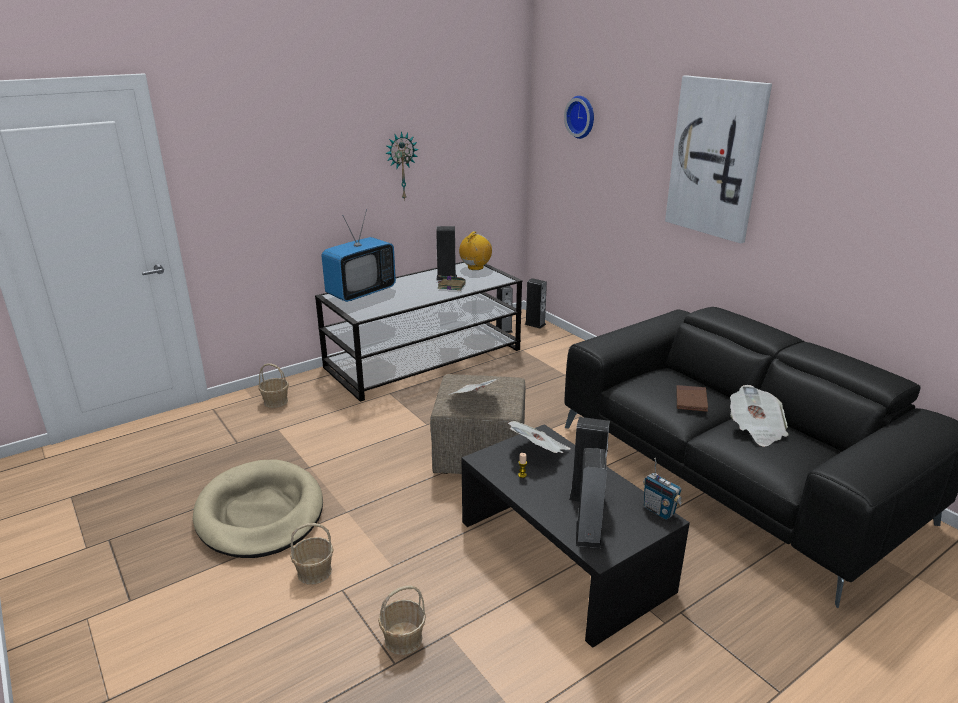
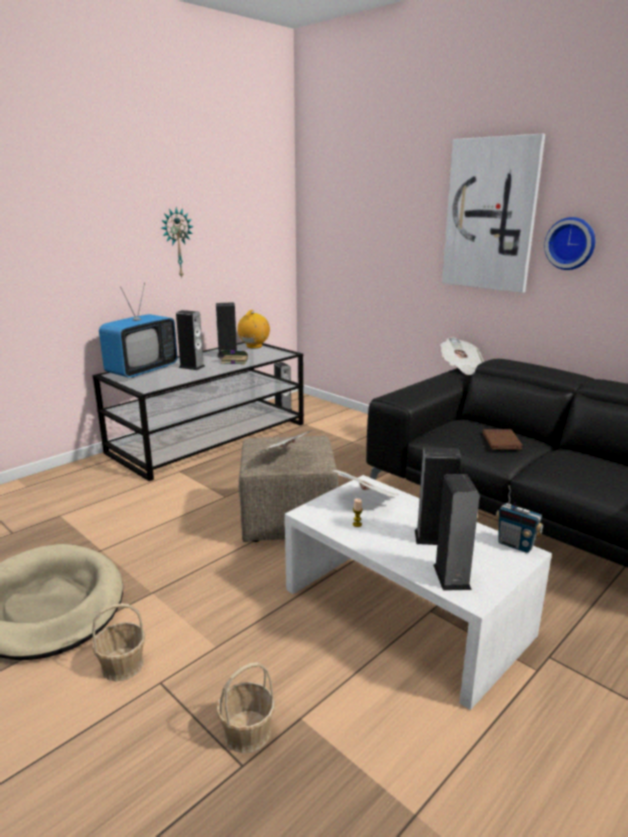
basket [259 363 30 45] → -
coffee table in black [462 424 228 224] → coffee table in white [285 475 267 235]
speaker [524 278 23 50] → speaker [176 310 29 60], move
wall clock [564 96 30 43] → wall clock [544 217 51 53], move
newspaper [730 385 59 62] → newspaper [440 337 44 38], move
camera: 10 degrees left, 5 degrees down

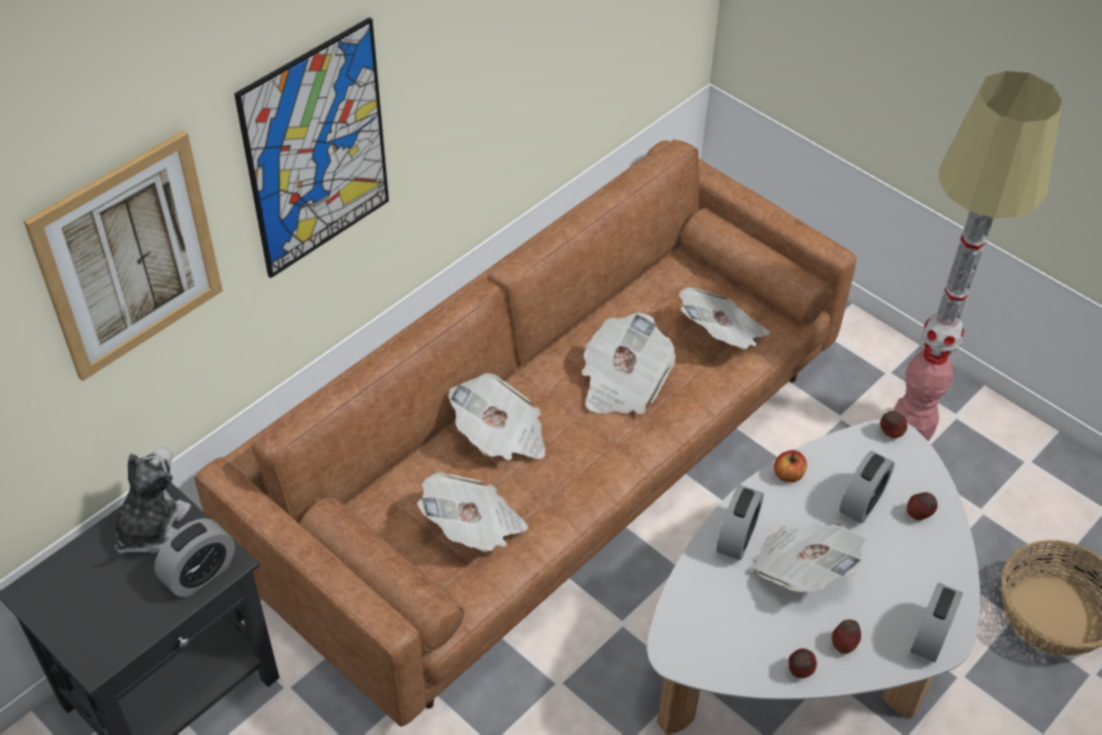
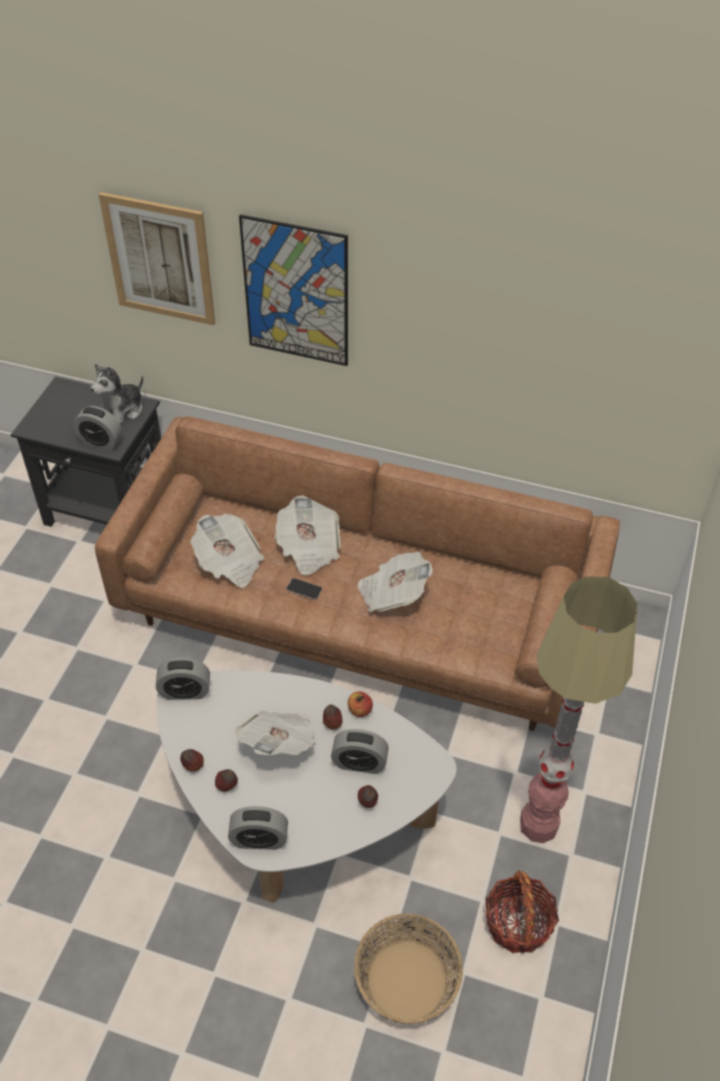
plush toy [115 447 76 107] → plush toy [90 364 53 60], 135 degrees clockwise
newspaper [679 287 91 63] → -
alarm clock [716 485 48 75] → alarm clock [156 658 54 42], move
apple [880 411 27 27] → apple [323 705 20 25], move
- → phone [286 578 36 22]
- → basket [485 871 74 82]
camera: 65 degrees right, 0 degrees up

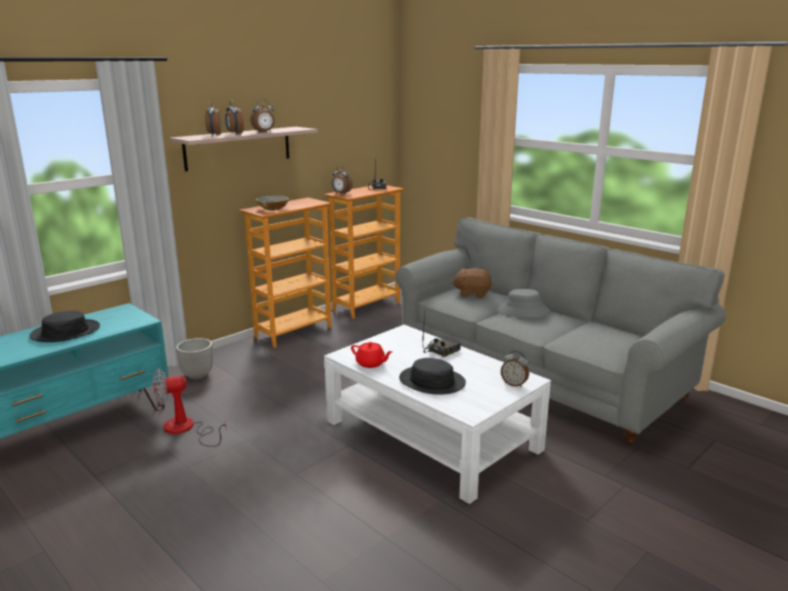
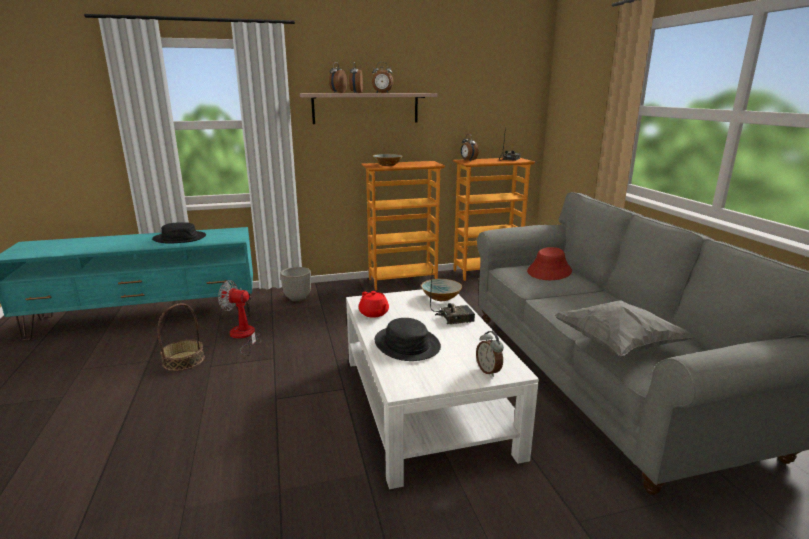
plush toy in brown [452 268 40 30] → hat in red [527 247 45 33]
hat in grey [498 289 52 29] → -
- → basket [158 303 47 68]
- → bowl [421 279 41 22]
- → pillow in grey [554 300 141 57]
camera: 30 degrees right, 0 degrees up

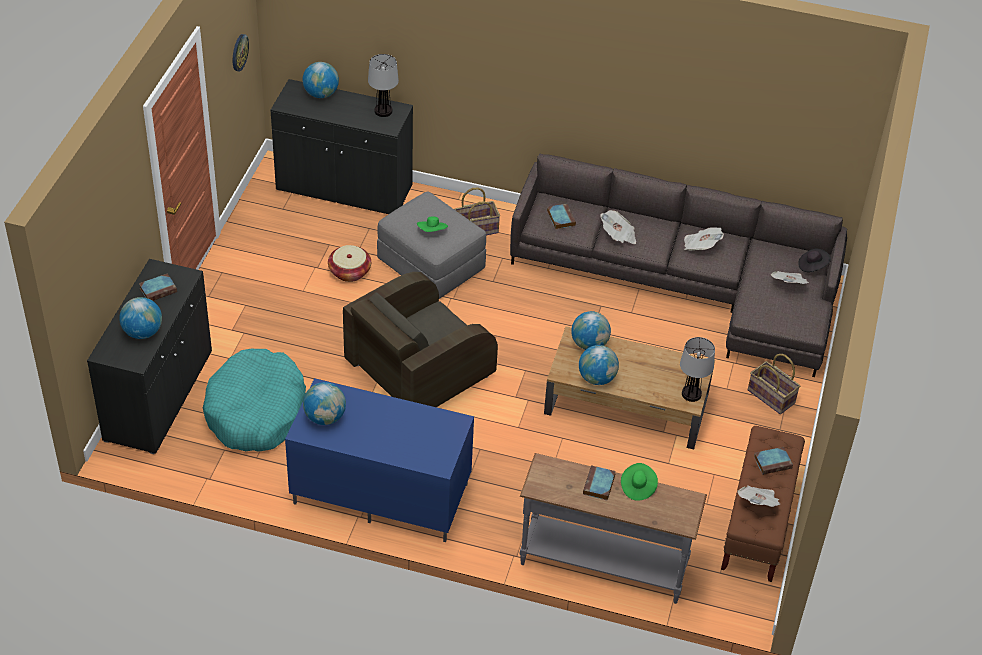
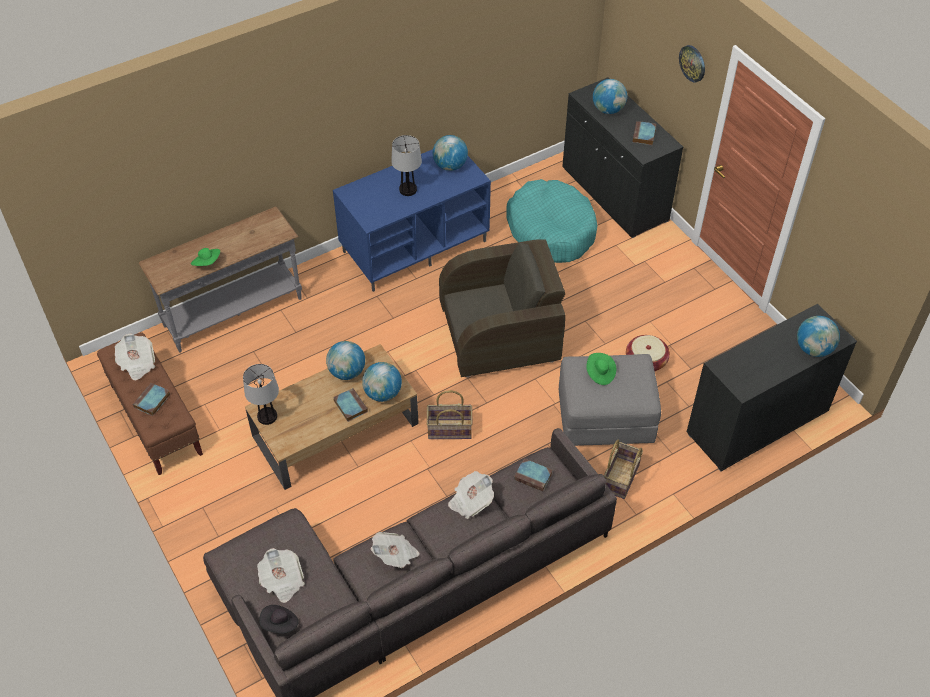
wall clock [233 34 16 37] → wall clock [679 45 26 37], move
armchair in brown [343 272 155 135] → armchair in brown [439 240 127 137], 75 degrees clockwise
table lamp [368 54 31 63] → table lamp [391 135 31 61], move
book [583 465 33 35] → book [333 388 35 34], move
basket [748 354 52 60] → basket [427 390 45 49], move
camera: 135 degrees right, 5 degrees up

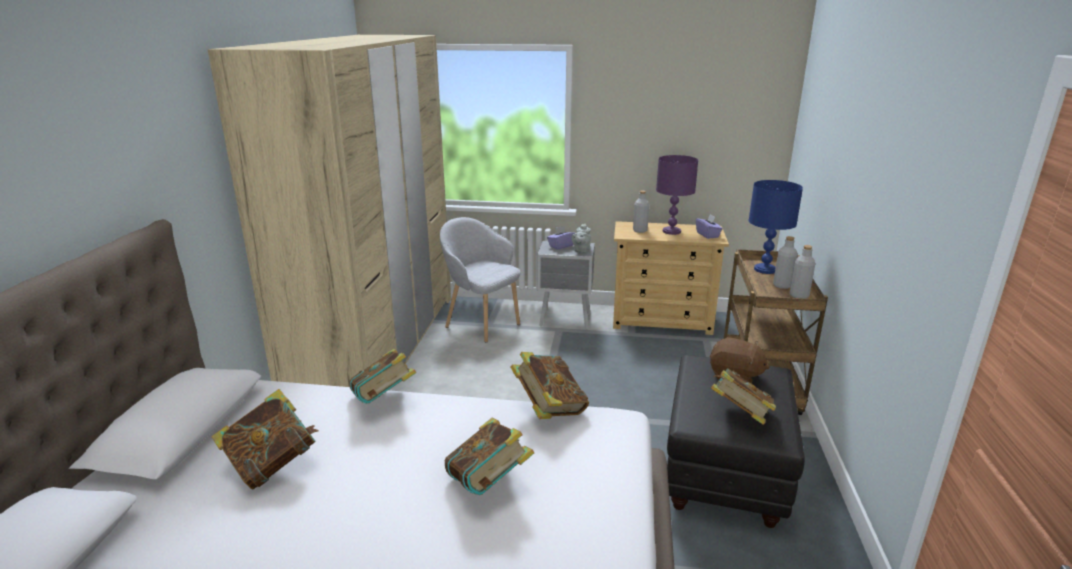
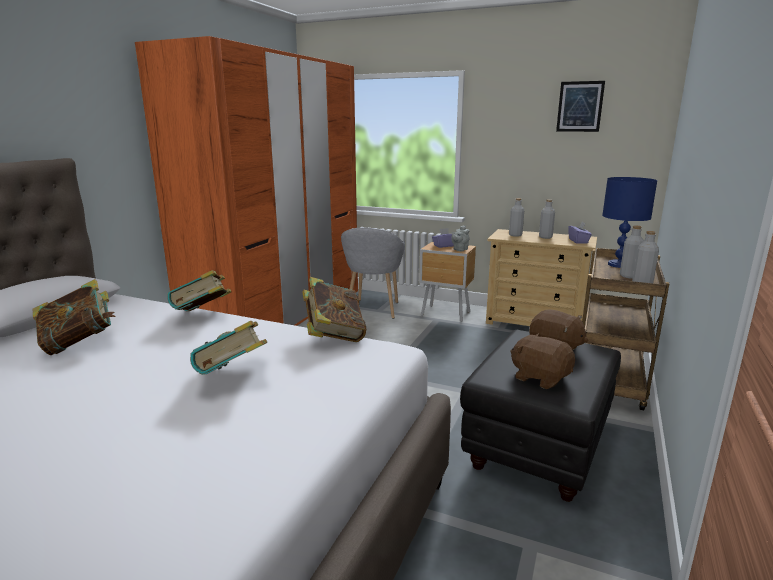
wardrobe in beige [208 35 243 352] → wardrobe in orange [135 36 223 290]
armchair in grey [440 217 80 125] → armchair in grey [341 228 64 91], 135 degrees counterclockwise
nightstand in grey [537 241 58 89] → nightstand in brown [419 242 57 80]
table lamp in purple [656 155 42 80] → bottle in grey [539 199 16 40]
book [711 368 65 57] → plush toy in brown [511 333 64 56]
- → picture [556 81 49 51]
camera: 15 degrees right, 5 degrees down

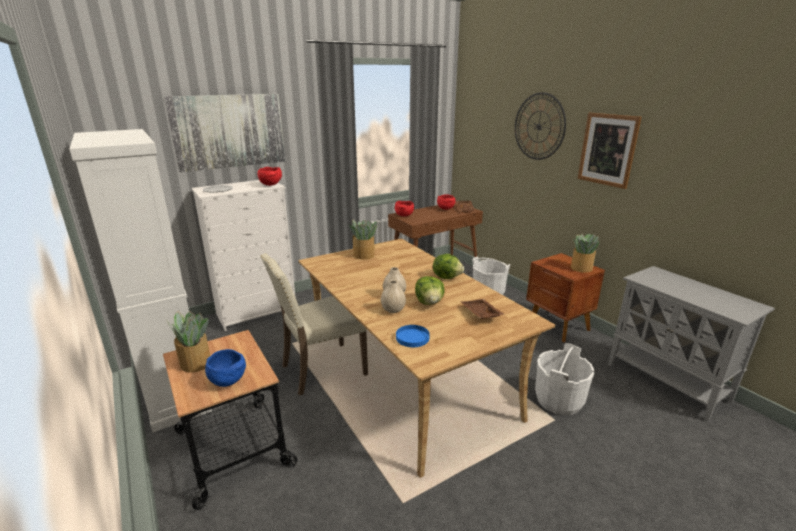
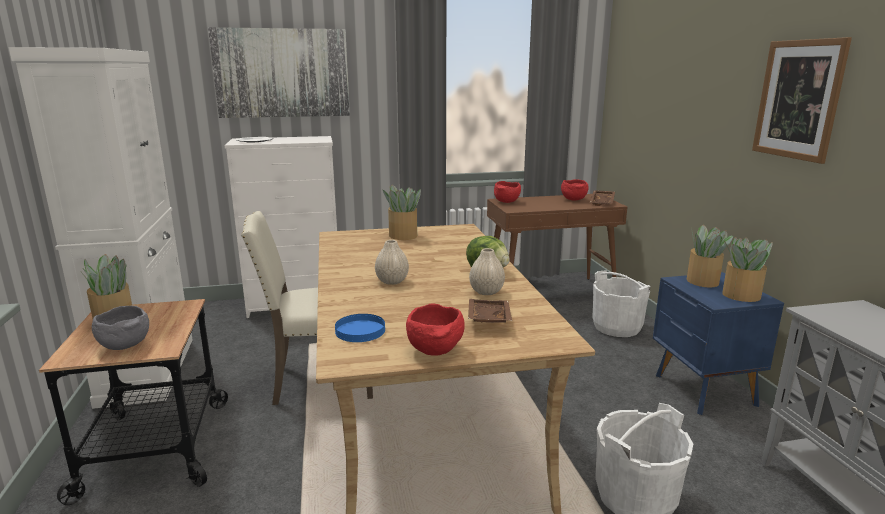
bowl in blue [205 349 41 38] → bowl in grey [92 306 57 44]
bowl in red [257 167 25 19] → bowl in red [406 304 59 52], move
vase in beige [381 280 25 33] → vase in beige [469 248 36 47], move
lettuce [415 276 30 29] → -
wall clock [515 92 51 68] → -
nightstand in brown [526 253 79 89] → nightstand in blue [653 272 131 143]
- → potted plant [687 225 46 63]
camera: 20 degrees right, 5 degrees down

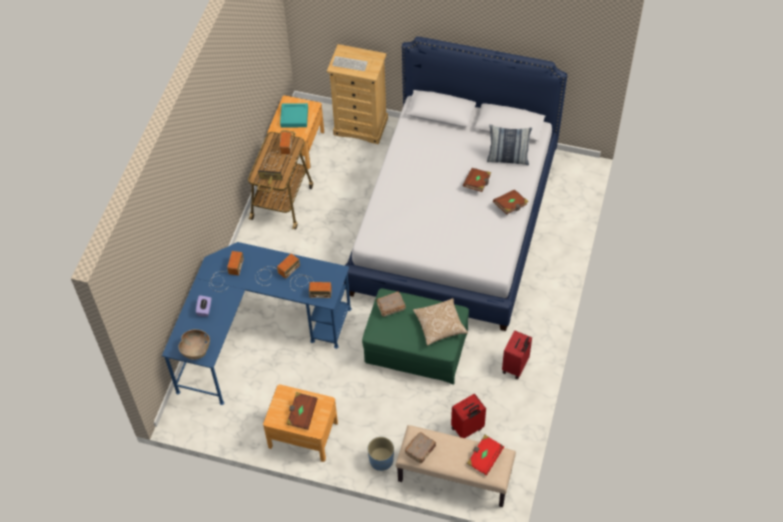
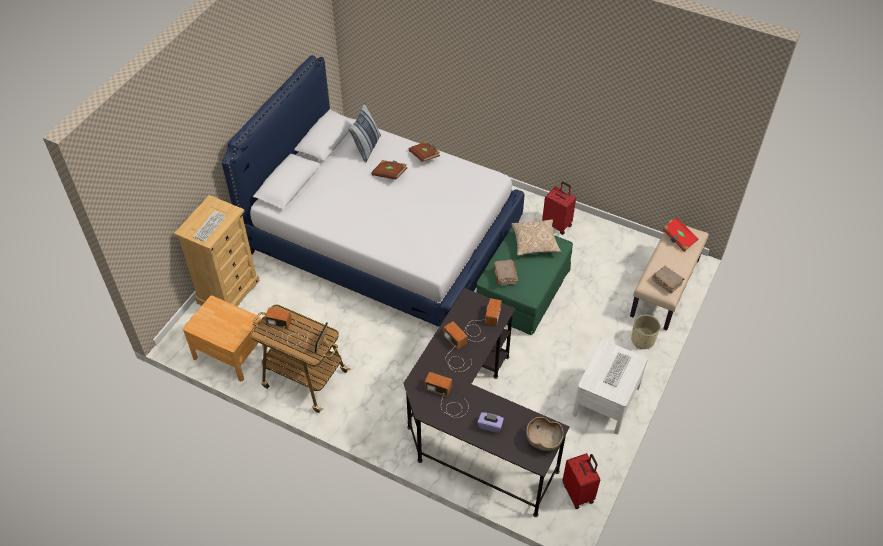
desk in blue [162 242 190 163] → desk in black [403 288 167 229]
nightstand in brown [263 384 75 78] → nightstand in white [573 340 75 94]
tray in turquoise [280 103 28 24] → -
book in brown [287 392 31 38] → keyboard [603 352 28 35]
planter in blue [368 437 26 34] → planter in beige [631 314 29 35]
suitcase in red [451 394 35 44] → suitcase in red [562 453 38 56], move
camera: 80 degrees left, 5 degrees down

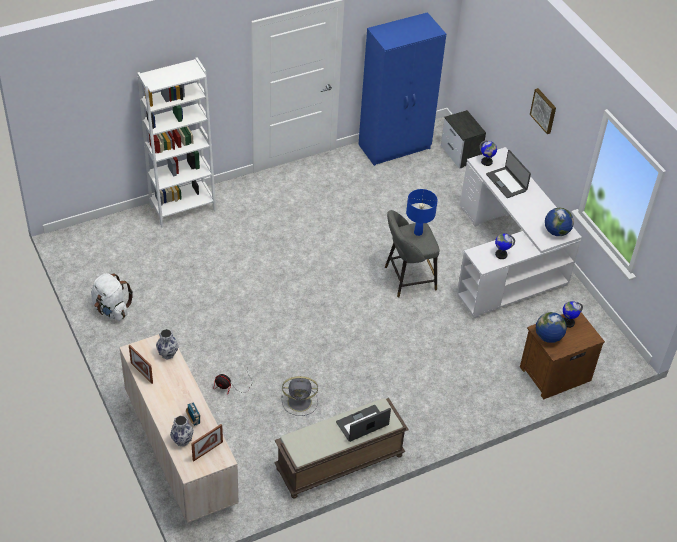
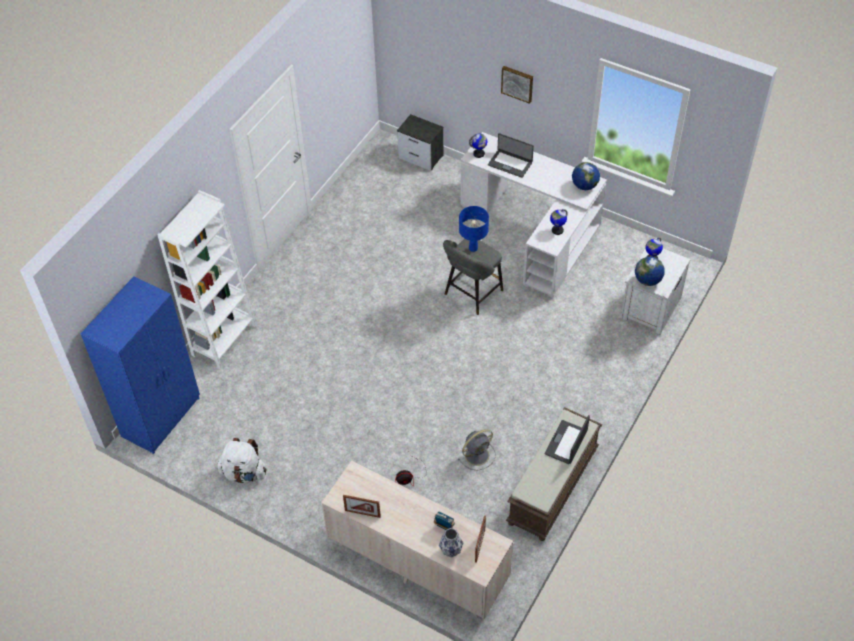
vase [156 329 23 31] → -
wardrobe in blue [358 12 88 154] → wardrobe in blue [81 276 119 178], move
nightstand in brown [520 312 85 87] → nightstand in white [621 248 70 87]
camera: 30 degrees left, 5 degrees up

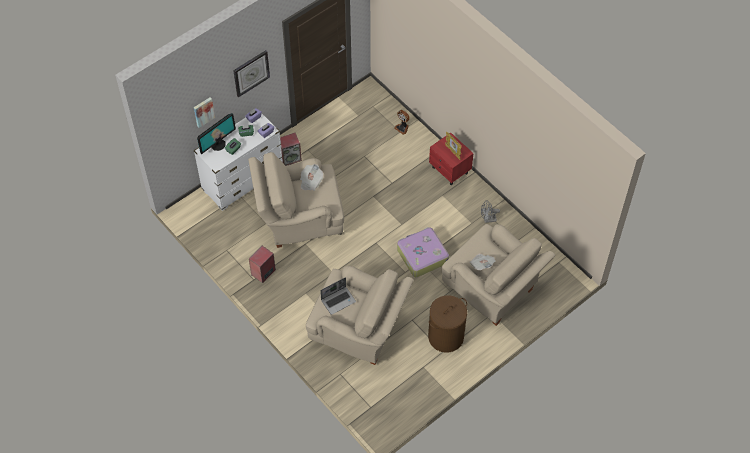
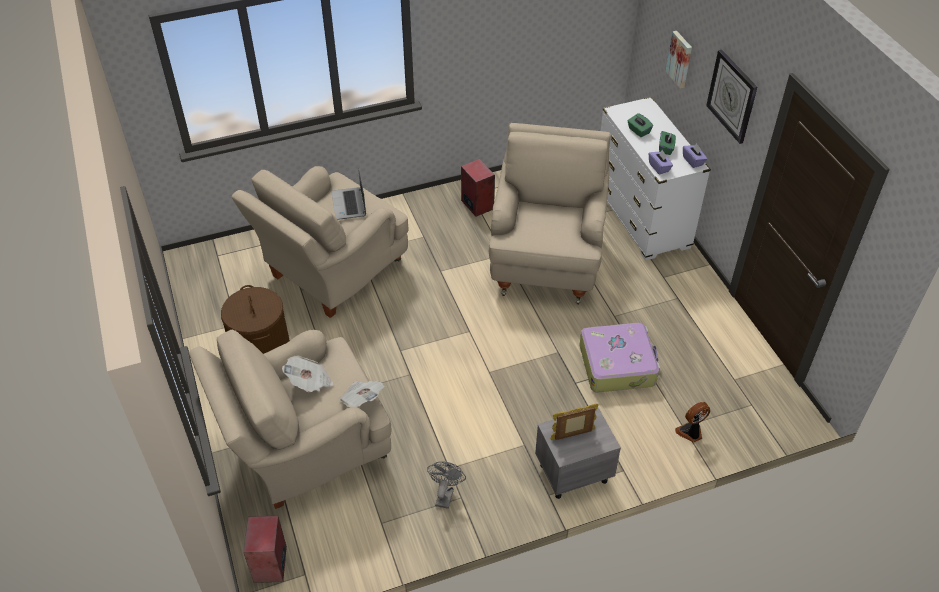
monitor [197 113 39 41] → -
speaker [280 133 22 33] → speaker [243 516 44 67], move
newspaper [300 164 24 27] → newspaper [339 380 45 27], move
suitcase [397 227 52 50] → suitcase [580 323 80 69], move
nightstand in red [429 133 45 52] → nightstand in grey [535 408 86 91]
camera: 110 degrees right, 10 degrees down

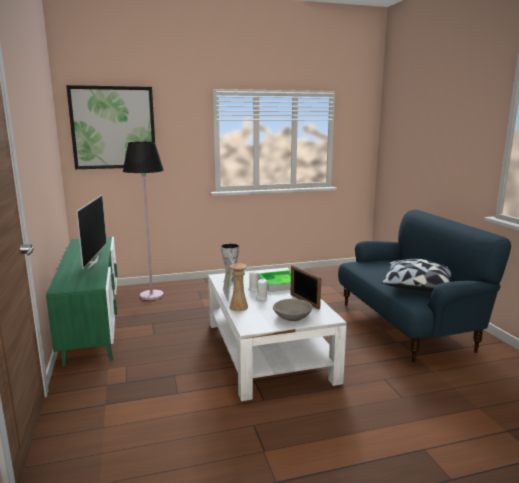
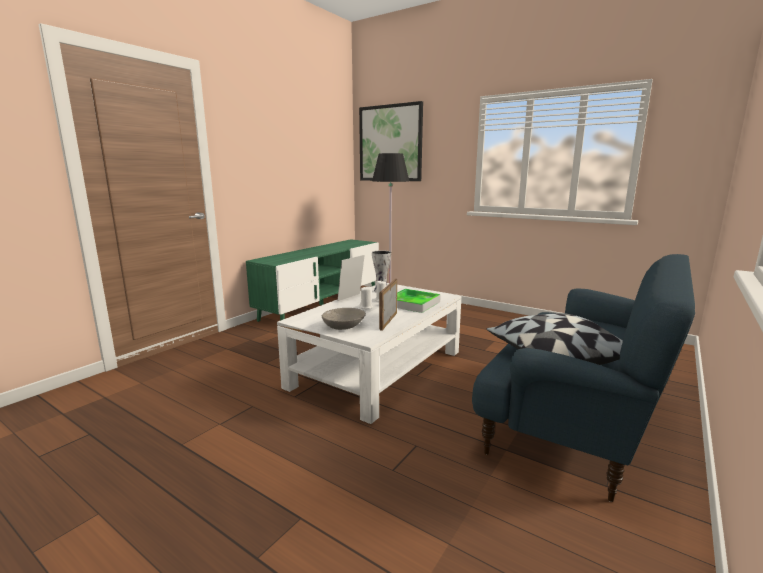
television [76 195 31 75] → -
vase in beige [230 263 18 48] → -
camera: 50 degrees right, 0 degrees up

